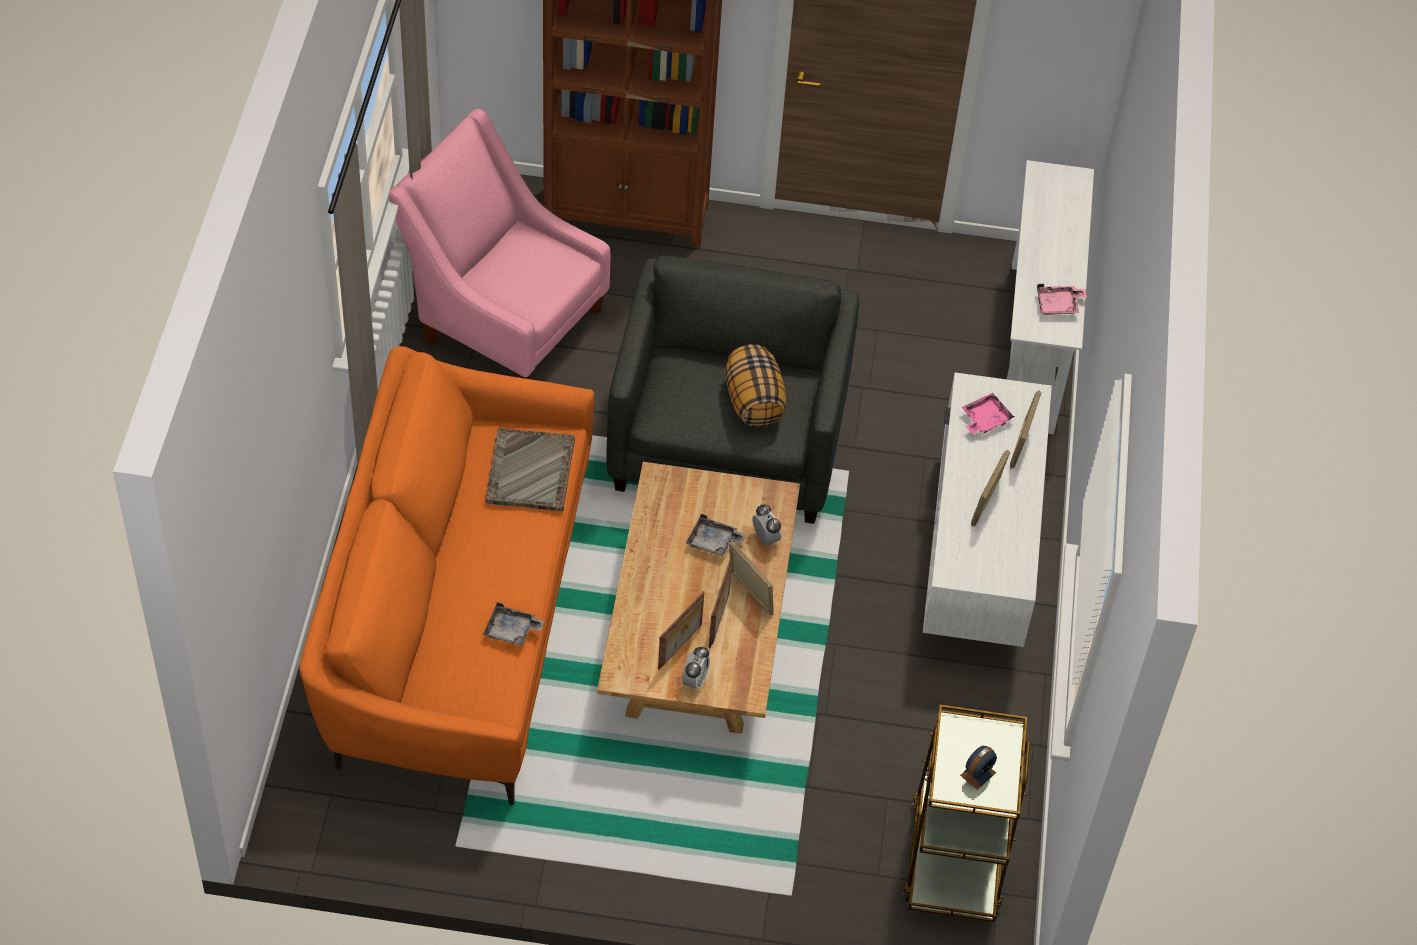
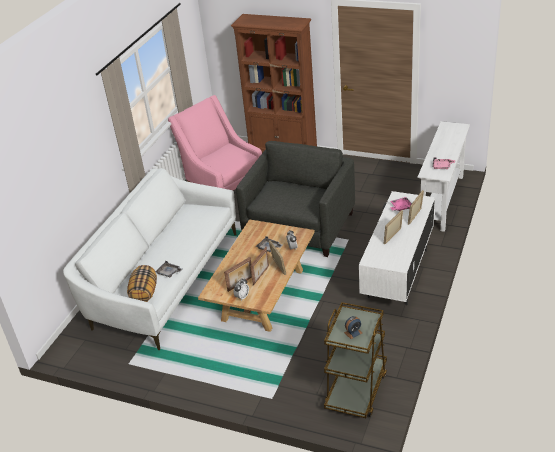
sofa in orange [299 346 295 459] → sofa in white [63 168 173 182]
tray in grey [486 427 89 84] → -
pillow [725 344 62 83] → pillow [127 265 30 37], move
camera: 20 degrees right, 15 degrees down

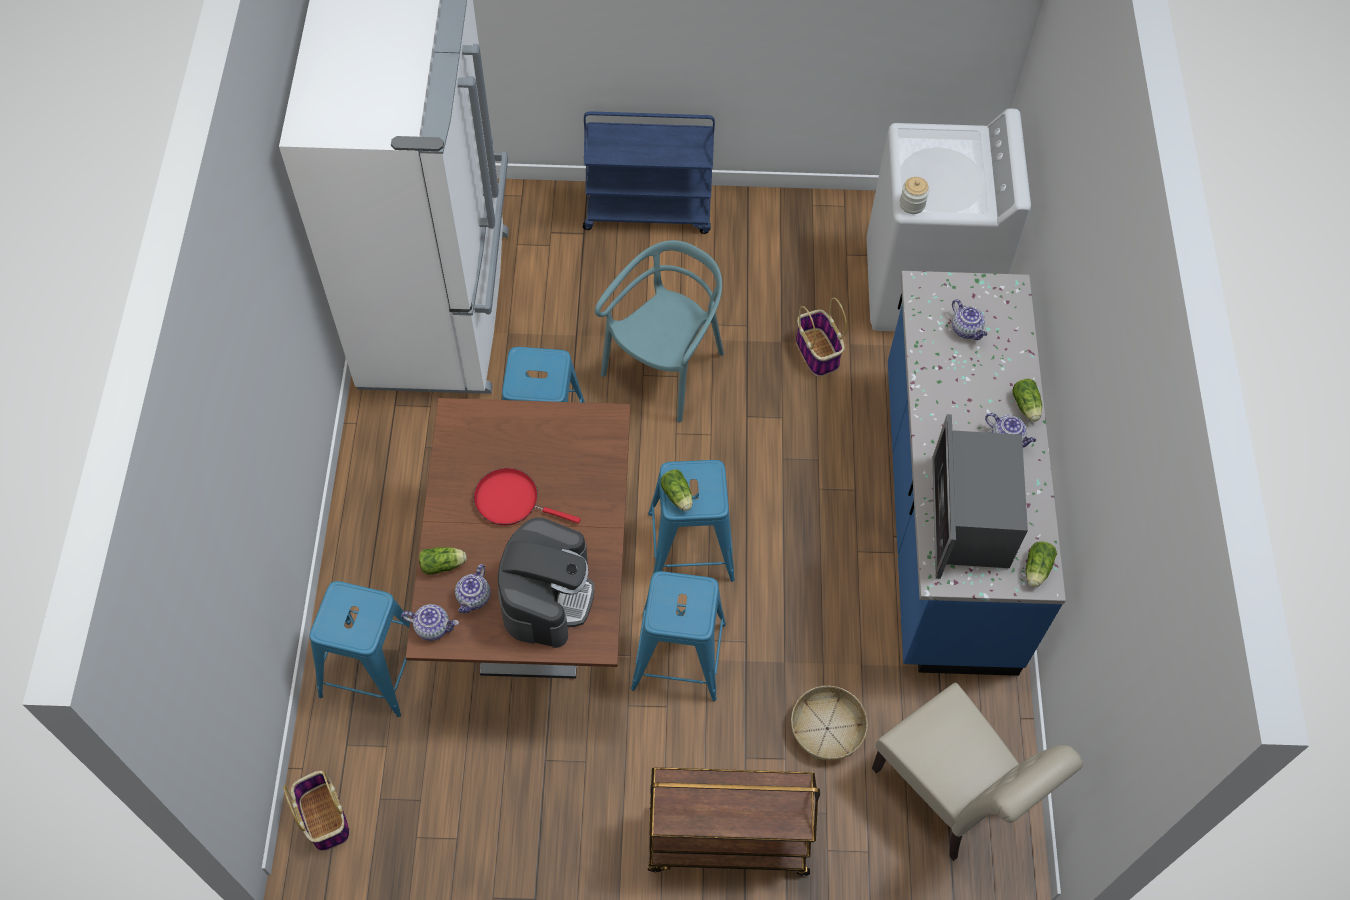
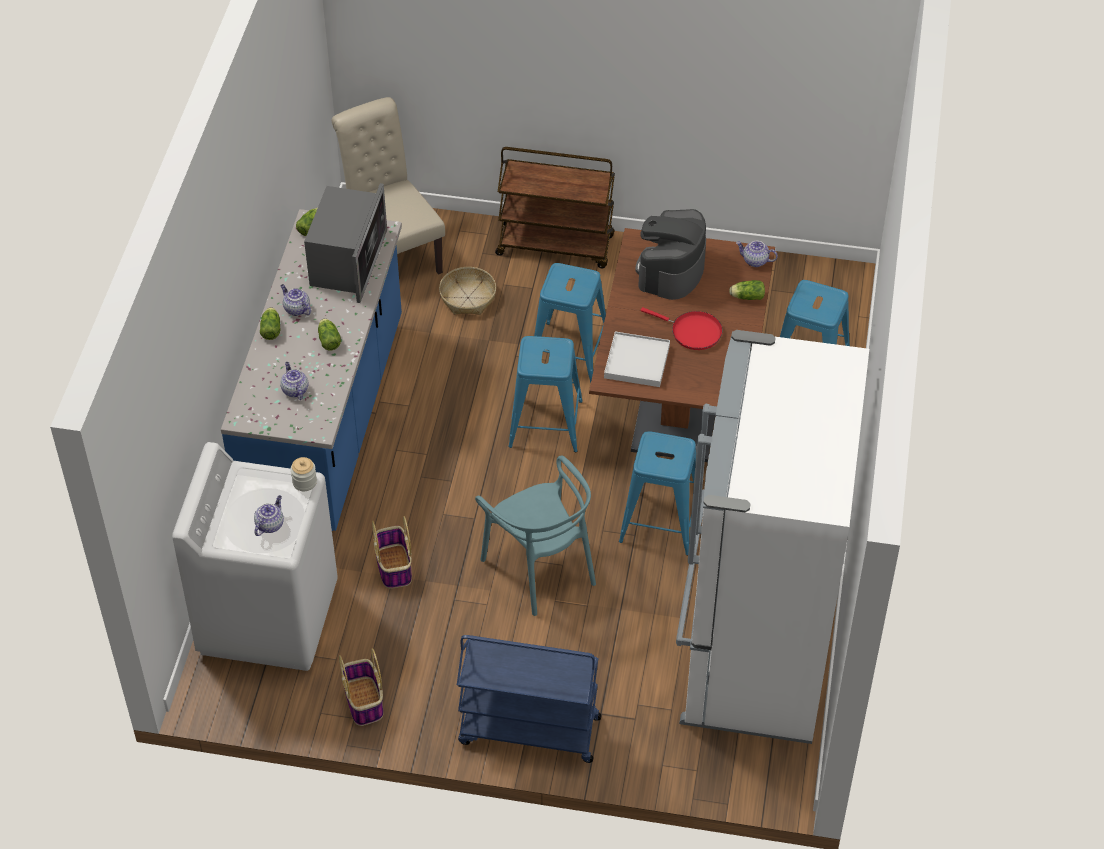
basket [283 770 67 81] → basket [339 648 45 78], move
teapot [455 564 36 49] → teapot [254 495 30 41], move
chair in turquoise [595 240 129 182] → chair in turquoise [475 455 121 161], 75 degrees counterclockwise
lettuce [661 469 32 42] → lettuce [318 319 23 31], move
- → tray in white [604 332 66 55]
camera: 170 degrees left, 10 degrees down

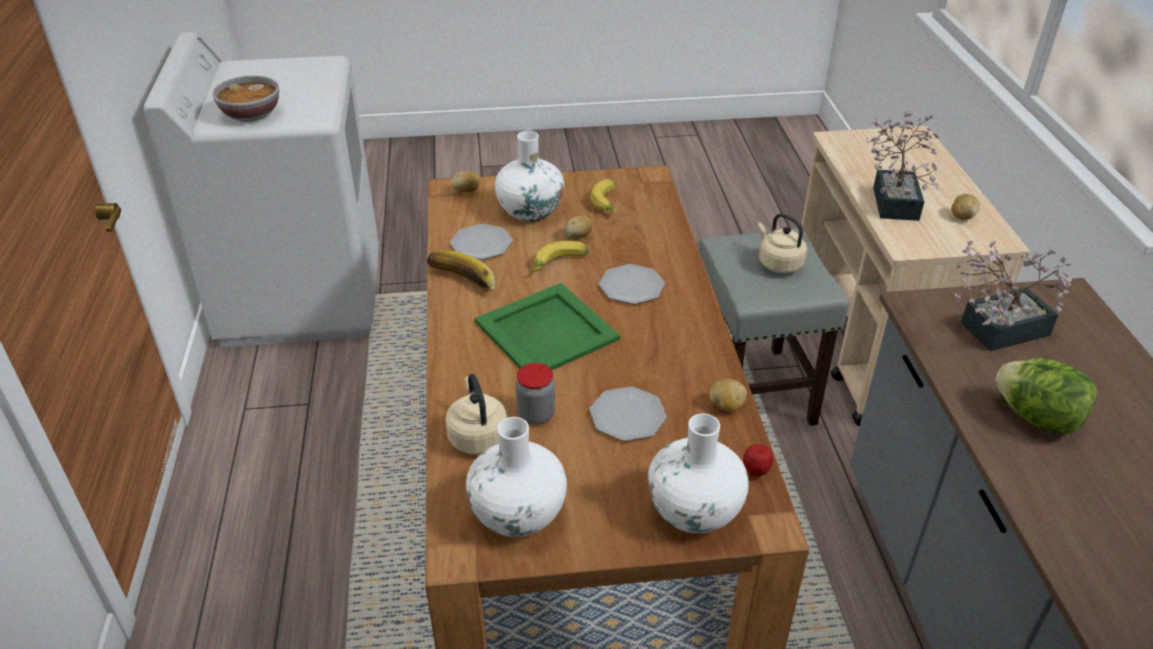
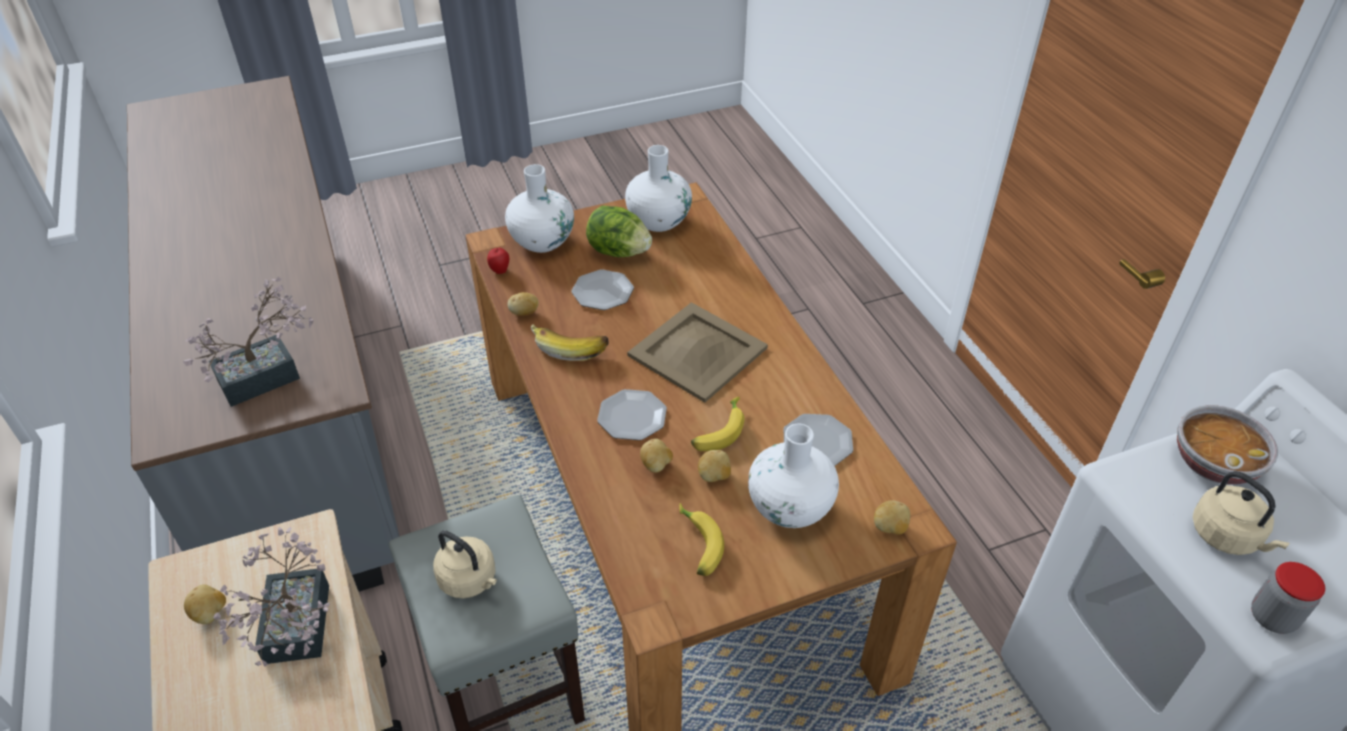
banana [427 250 68 40] → banana [531 324 77 37], move
kettle in beige [445 374 62 80] → kettle in beige [1193 471 97 84], move
tray in green [475 283 145 87] → tray in beige [627 302 141 101]
jar [516 363 39 62] → jar [1251 562 74 72], move
lettuce [995 358 102 77] → lettuce [586 206 66 51], move
- → potato [640 439 33 34]
camera: 165 degrees right, 5 degrees up

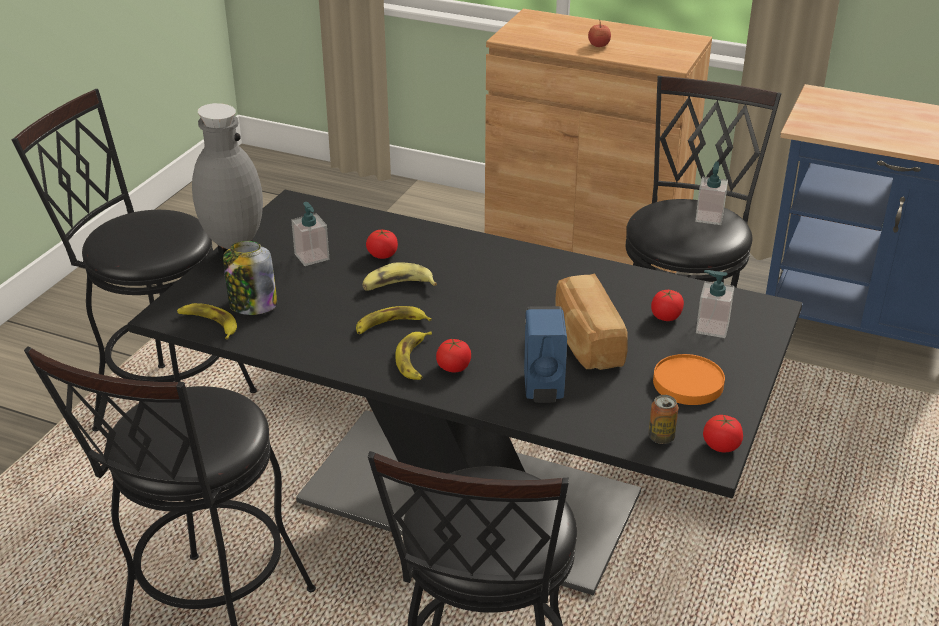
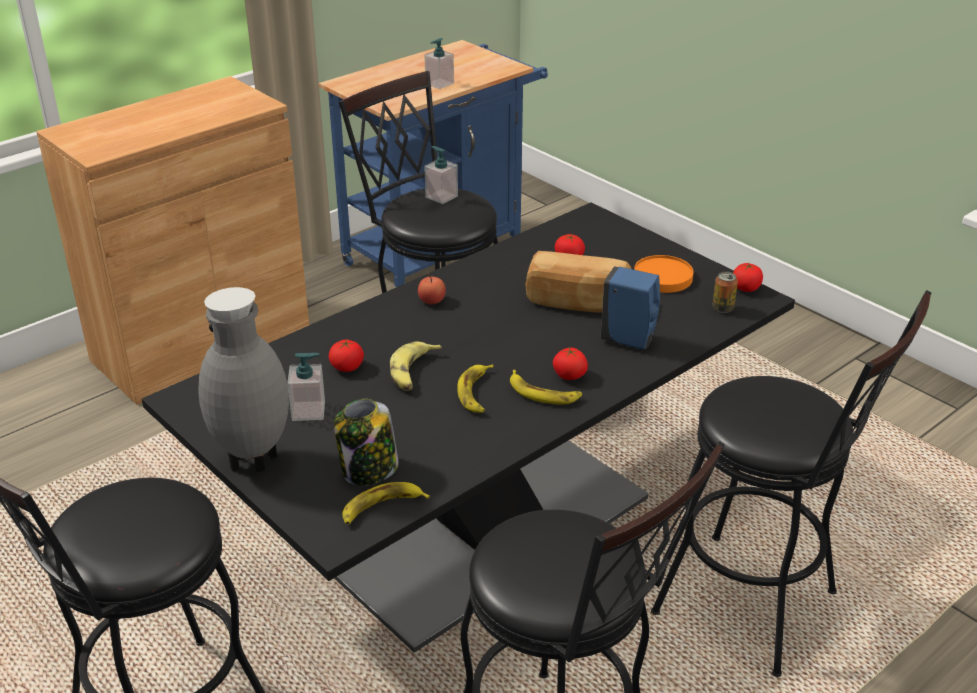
apple [588 23 23 24] → apple [418 273 28 31], move
soap dispenser [696 270 38 68] → soap dispenser [424 38 30 51], move
camera: 65 degrees left, 0 degrees up

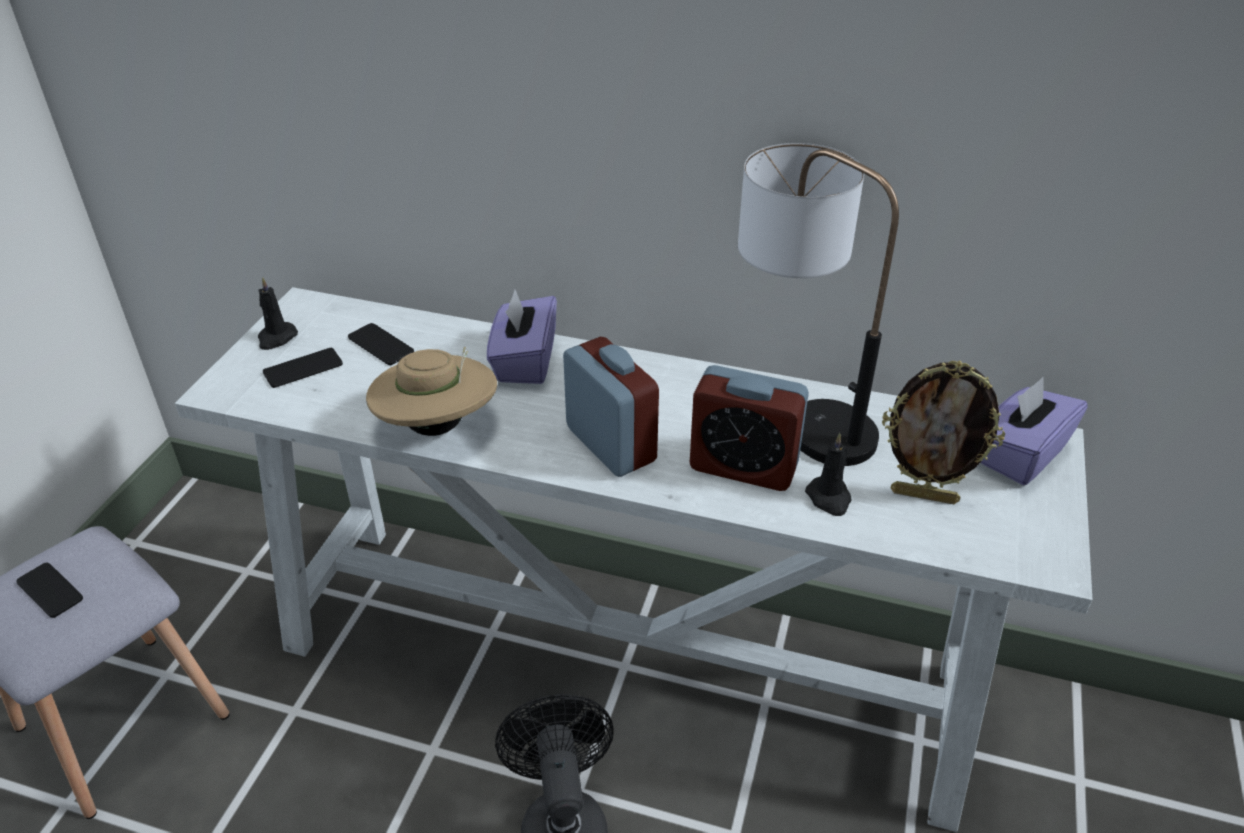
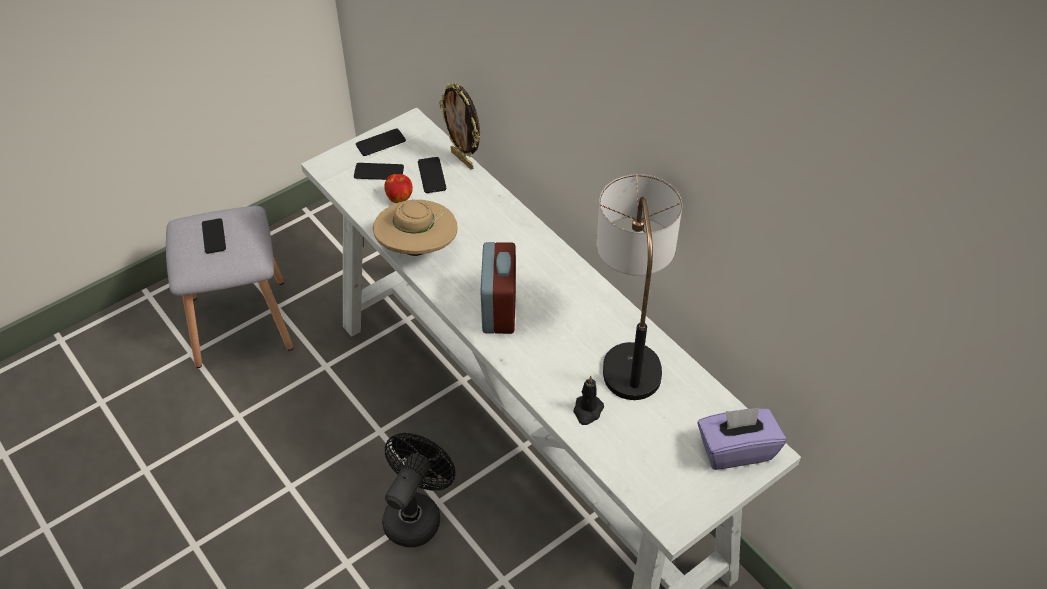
candle in black [258 277 40 73] → phone [356 128 50 28]
tissue box in purple [487 290 70 94] → -
alarm clock [690 365 119 126] → -
picture frame [882 360 123 144] → picture frame [439 83 41 86], move
- → apple [384 174 29 29]
camera: 35 degrees right, 10 degrees up

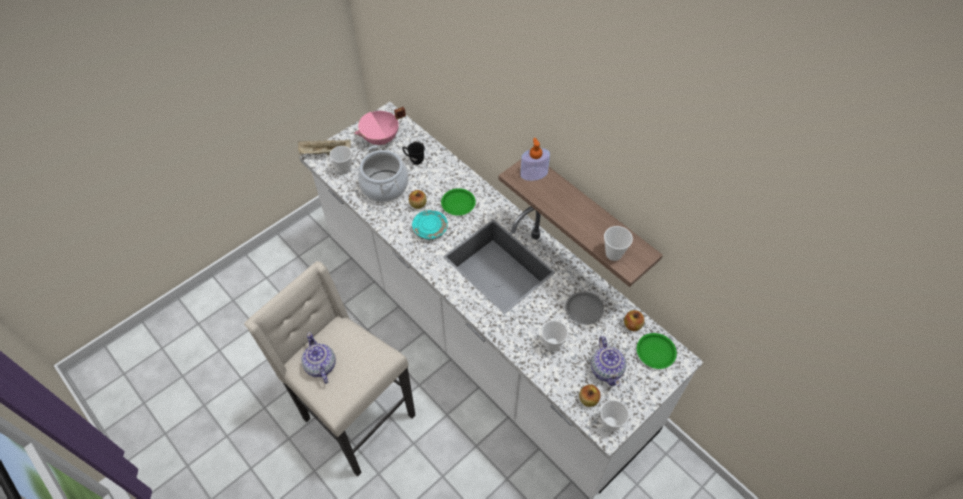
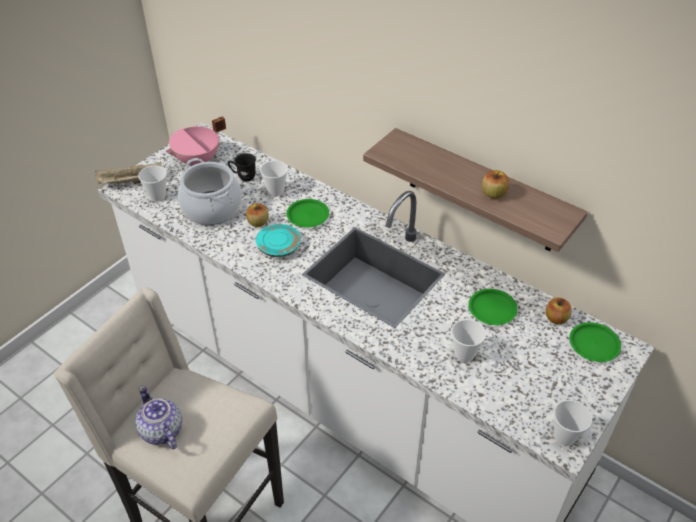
soap dispenser [520 138 30 43] → -
plate in grey [565 291 39 34] → plate in green [469 289 49 36]
apple [579 385 21 22] → apple [482 170 27 29], move
teapot [591 336 35 50] → -
cup [604 226 29 35] → cup [260 161 28 36], move
camera: 10 degrees left, 10 degrees down

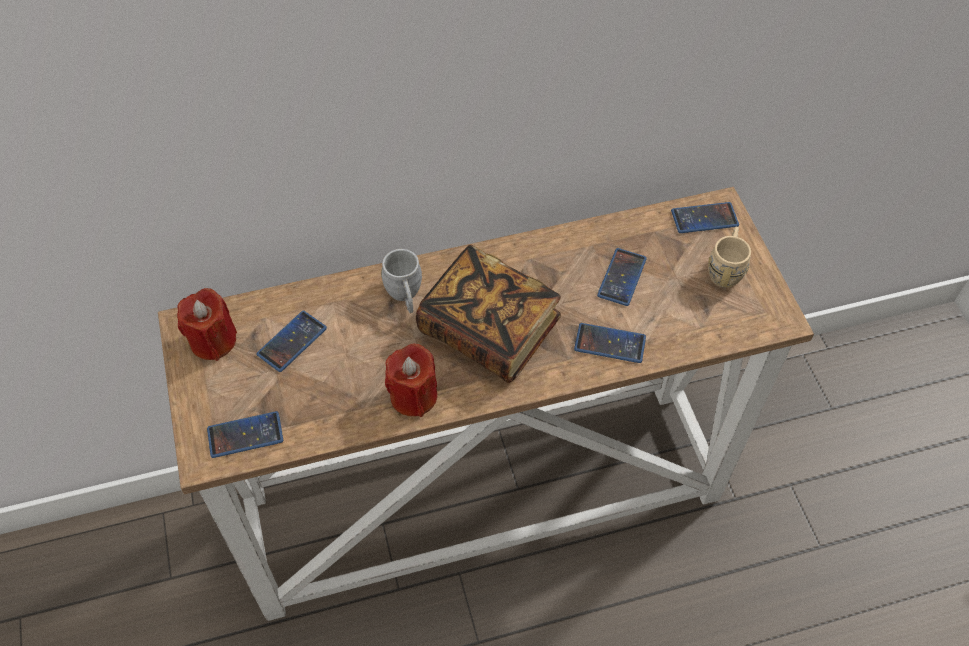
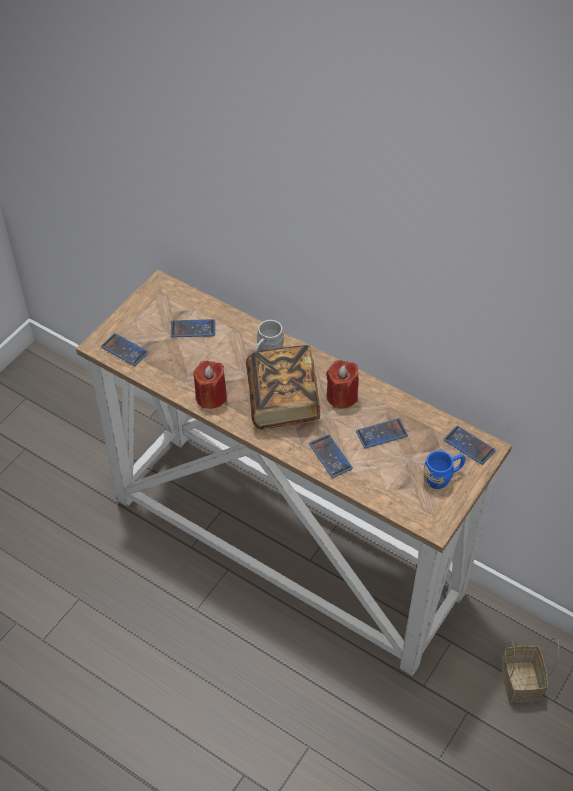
candle in red [177 288 60 73] → candle in red [326 360 33 48], move
mug in beige [708 227 43 61] → mug in blue [423 451 43 38]
- → basket [501 637 58 66]
camera: 50 degrees right, 5 degrees down

